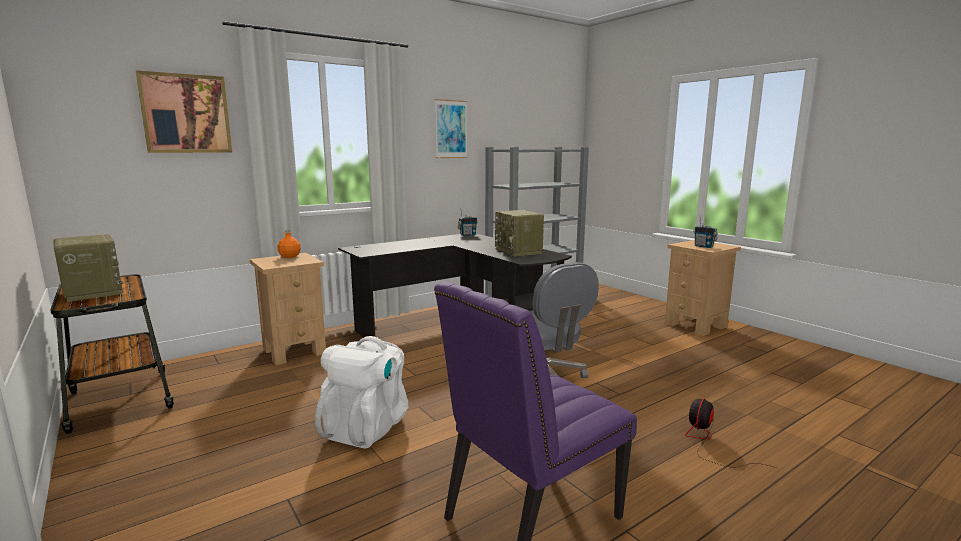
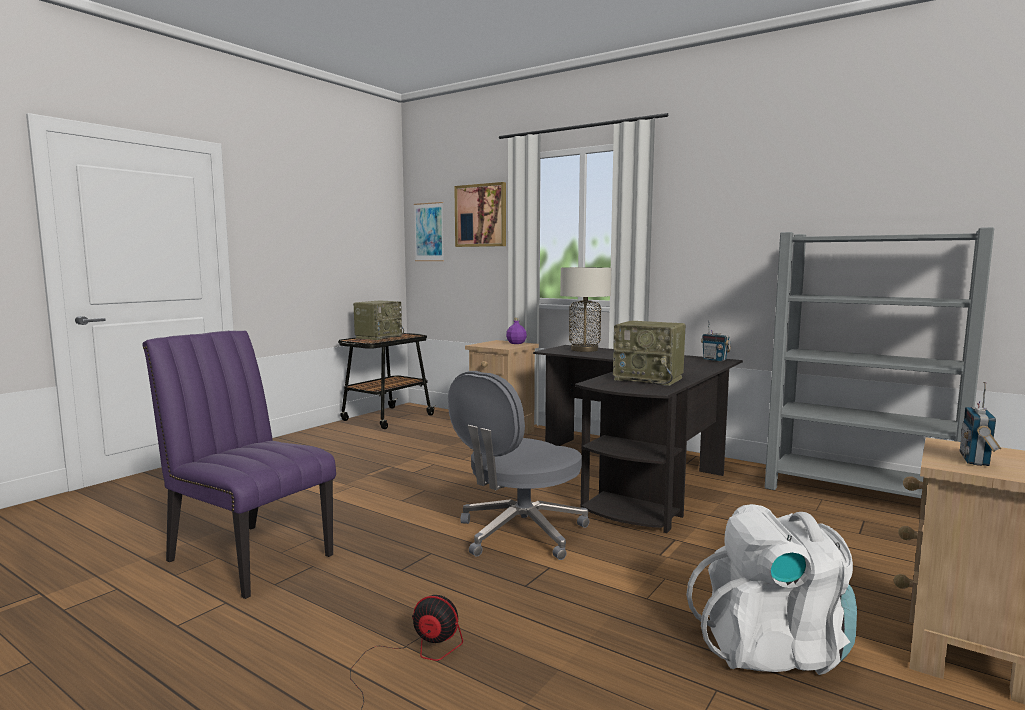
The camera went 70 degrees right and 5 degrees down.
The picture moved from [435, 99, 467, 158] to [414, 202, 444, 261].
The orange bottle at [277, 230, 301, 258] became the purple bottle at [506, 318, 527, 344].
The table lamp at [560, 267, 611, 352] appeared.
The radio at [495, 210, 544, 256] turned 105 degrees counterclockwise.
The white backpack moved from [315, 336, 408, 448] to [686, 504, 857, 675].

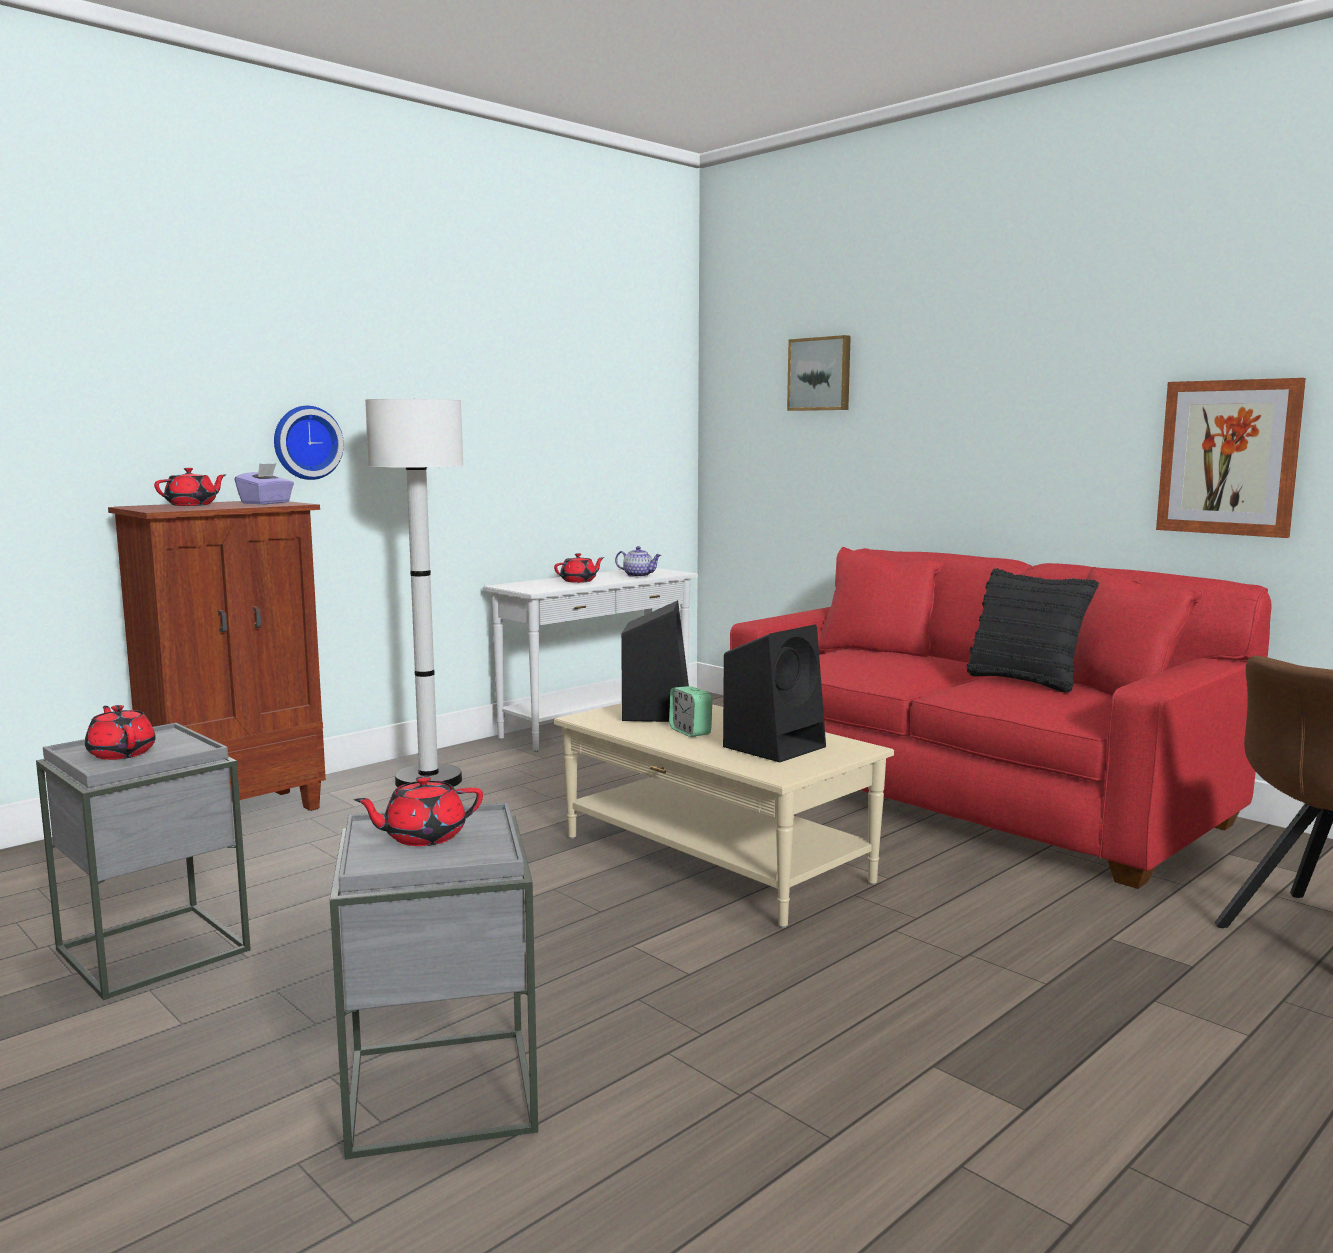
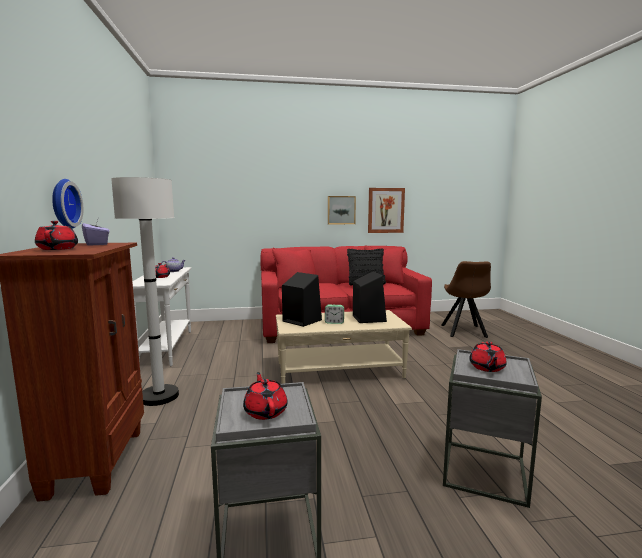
The camera went 55 degrees left and 0 degrees up.
The red teapot at [85, 705, 156, 760] turned 75 degrees clockwise.
The picture moved from [787, 335, 851, 411] to [328, 196, 356, 224].

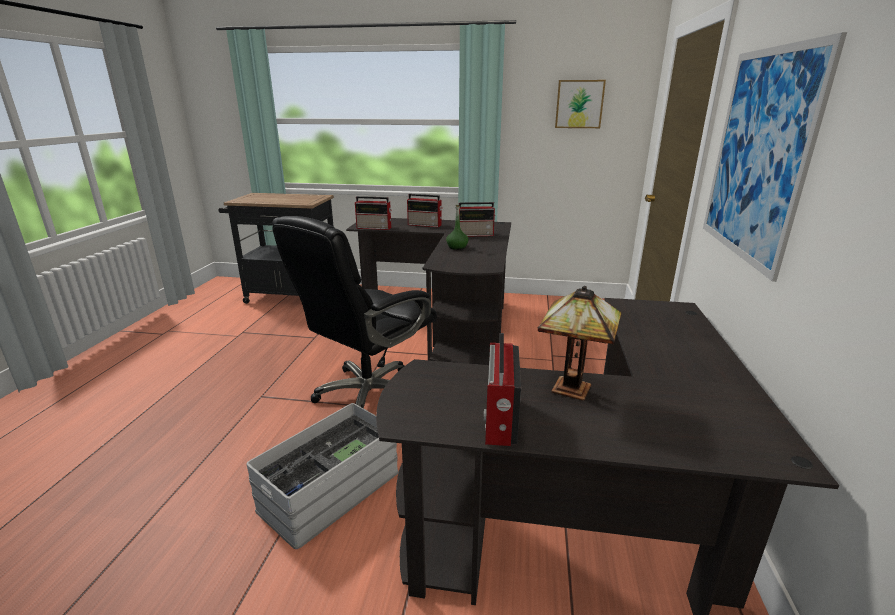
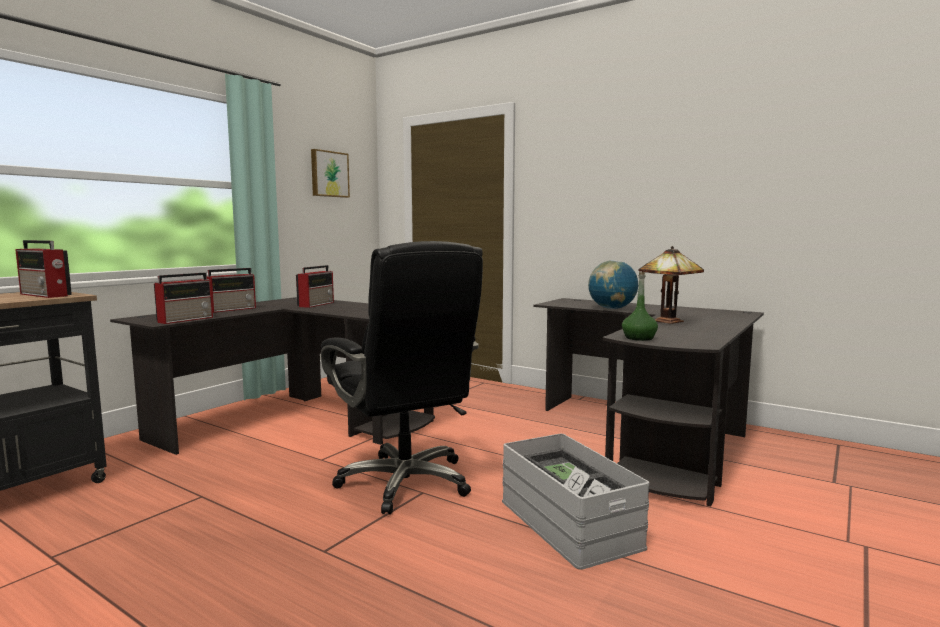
The camera went 65 degrees left and 15 degrees down.
The radio moved from [484, 333, 521, 446] to [15, 240, 72, 298].
The globe at [588, 260, 638, 309] appeared.
The green bottle moved from [446, 205, 469, 250] to [622, 272, 658, 341].
The picture at [703, 32, 847, 282] disappeared.

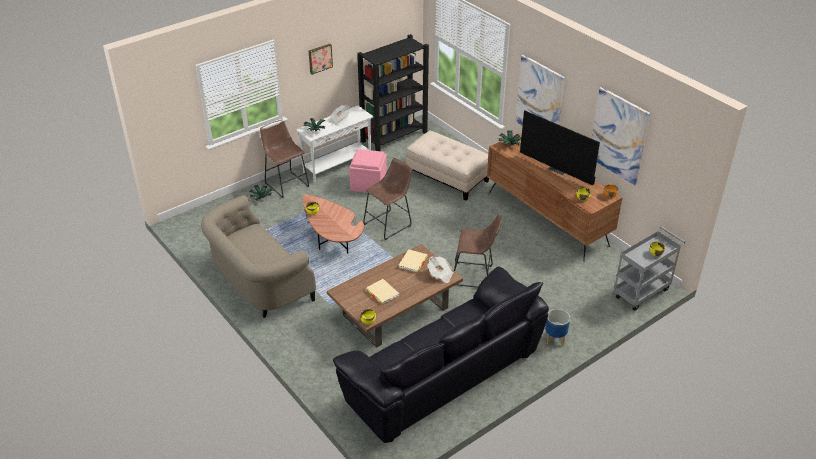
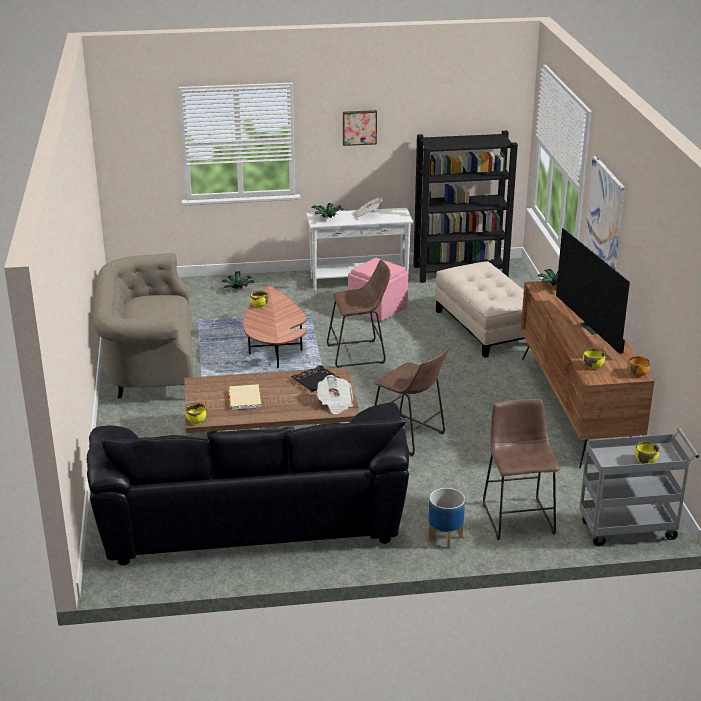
The camera went 30 degrees right and 10 degrees down.
The beige book at [399, 249, 428, 272] was replaced by the black tray at [291, 365, 340, 392].
The brown stool moved from [260, 119, 309, 199] to [483, 399, 560, 540].
The picture at [592, 87, 650, 185] disappeared.

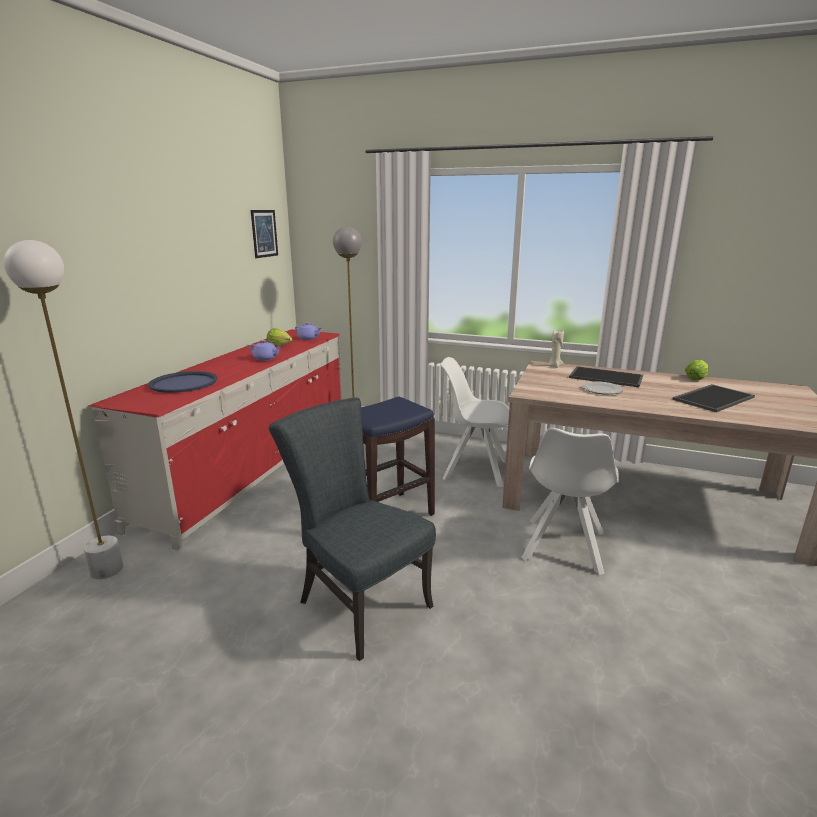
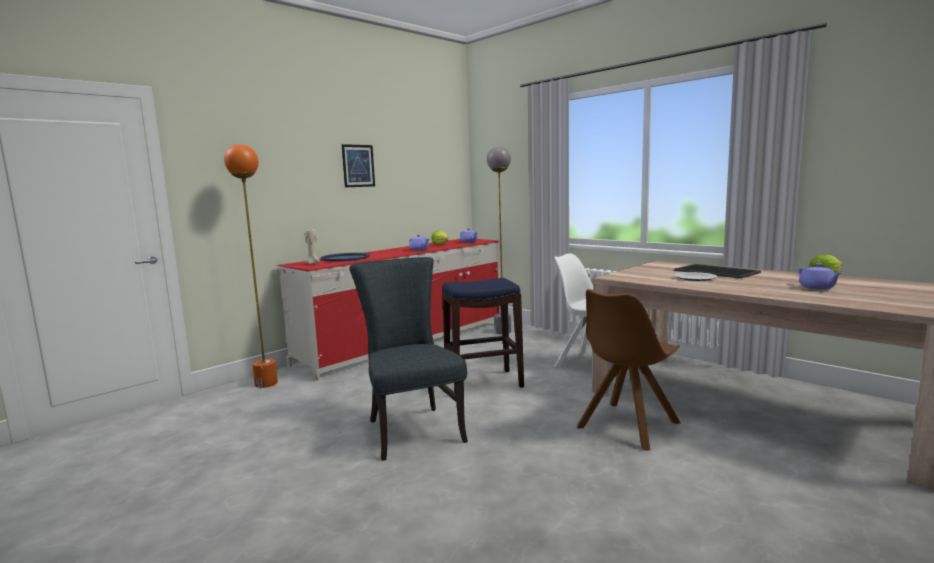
The camera went 25 degrees right and 10 degrees down.
The white floor lamp at [3, 240, 123, 579] became the orange floor lamp at [224, 144, 278, 388].
The beige candle moved from [547, 330, 564, 368] to [305, 229, 320, 264].
The picture moved from [251, 210, 278, 258] to [341, 144, 375, 187].
The white chair at [521, 428, 619, 575] became the brown chair at [577, 289, 680, 450].
The tray at [672, 384, 755, 412] was replaced by the purple teapot at [799, 263, 841, 290].

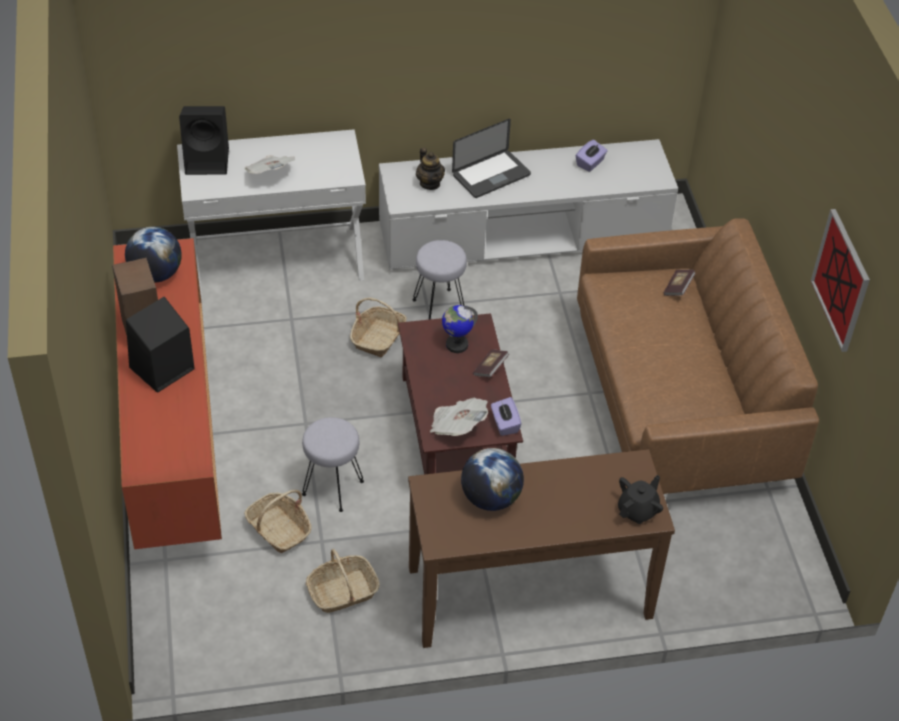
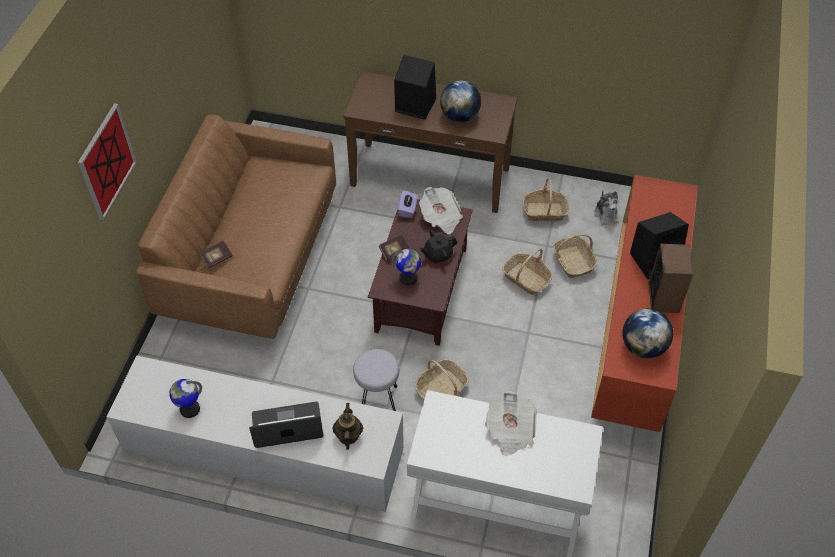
The camera went 155 degrees left and 5 degrees up.
The picture moved from [811, 209, 870, 352] to [78, 103, 137, 220].
The purple tissue box at [576, 140, 608, 172] was replaced by the globe at [169, 379, 202, 418].
The black speaker moved from [179, 106, 229, 175] to [394, 55, 436, 120].
The black teapot moved from [618, 475, 663, 524] to [420, 229, 457, 264].
The grey stool at [302, 417, 364, 512] was replaced by the basket at [502, 248, 552, 295].
The plush toy at [594, 190, 619, 225] appeared.

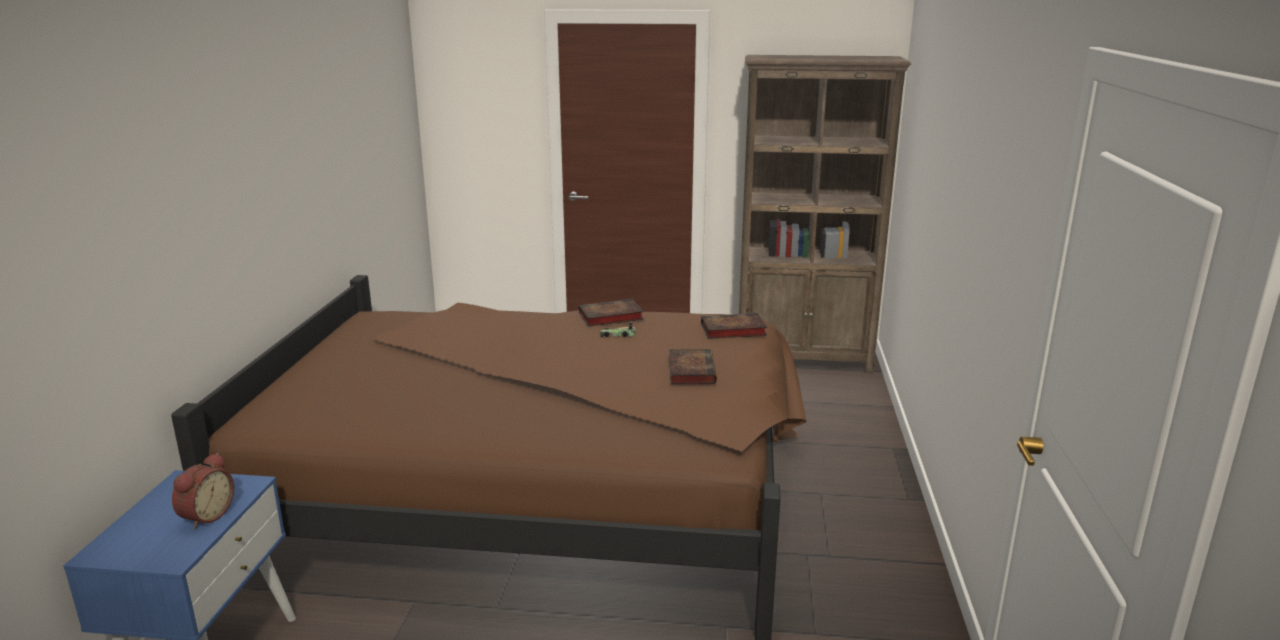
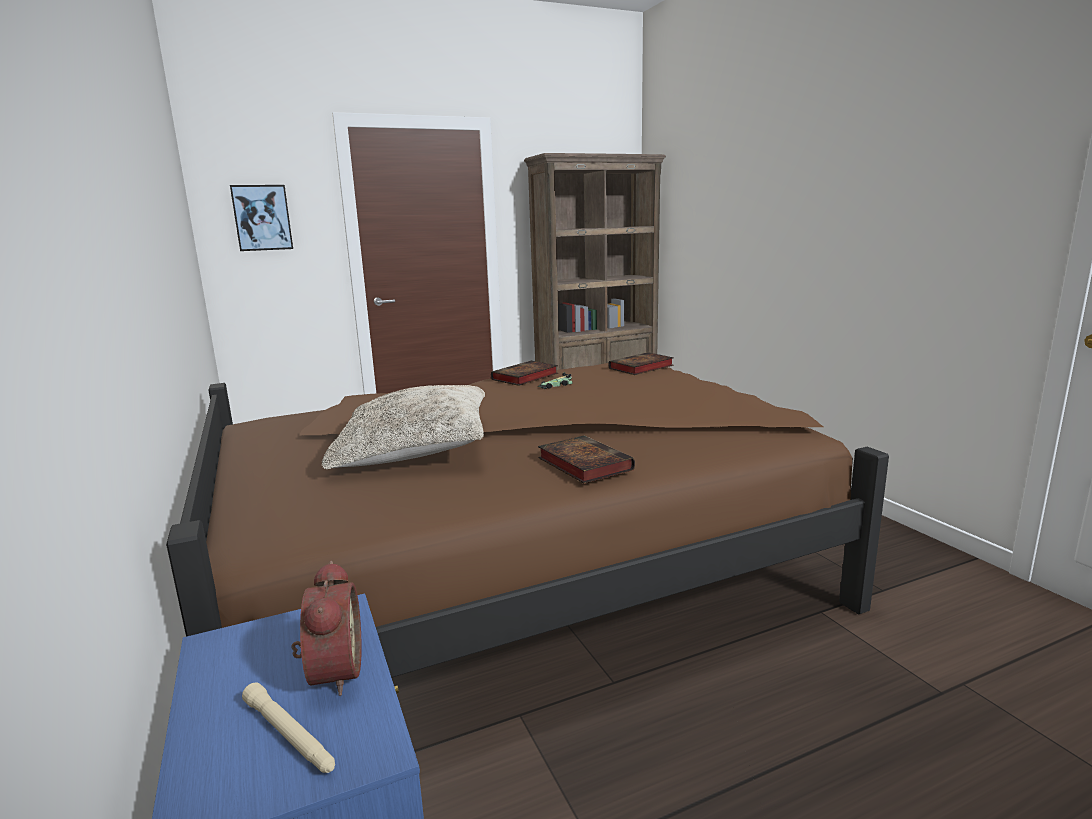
The camera went 30 degrees left and 5 degrees down.
The picture at [230, 185, 293, 251] appeared.
The beige flashlight at [242, 682, 335, 773] appeared.
The beige pillow at [322, 385, 485, 469] appeared.
The book moved from [669, 349, 717, 384] to [538, 436, 635, 484].

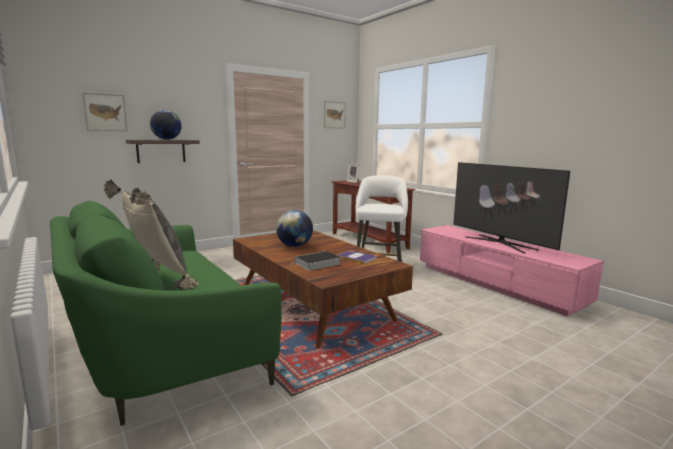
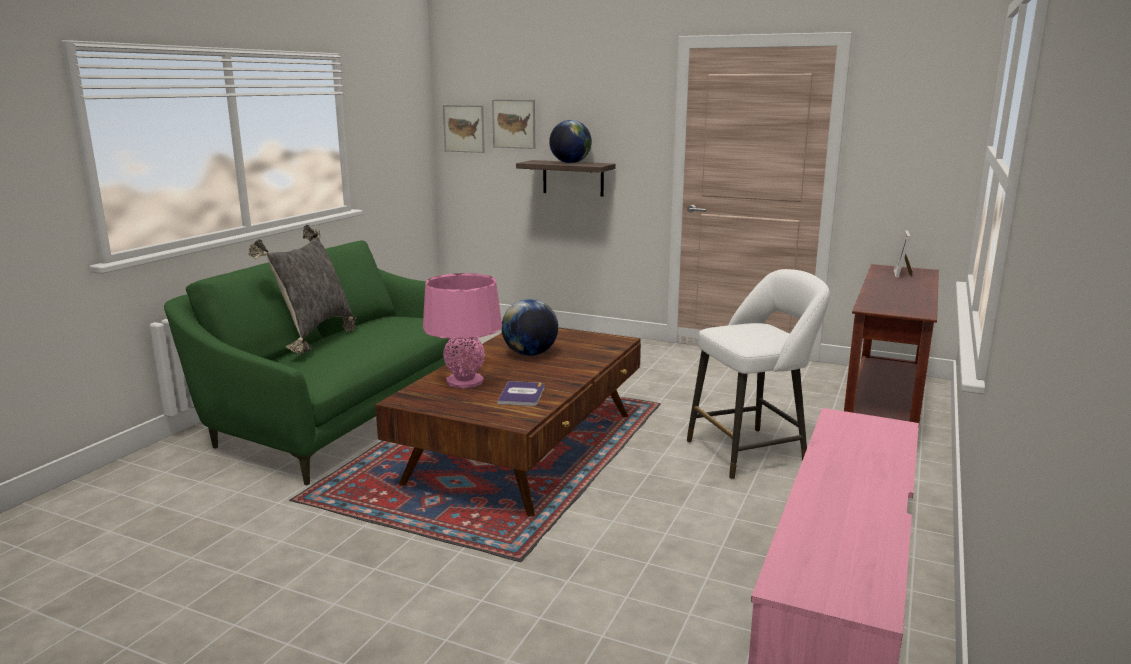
The camera went 60 degrees right and 5 degrees up.
The book at [292, 251, 341, 271] was replaced by the pink table lamp at [423, 273, 502, 388].
The picture moved from [324, 101, 346, 129] to [443, 105, 485, 153].
The television at [454, 162, 570, 254] disappeared.

